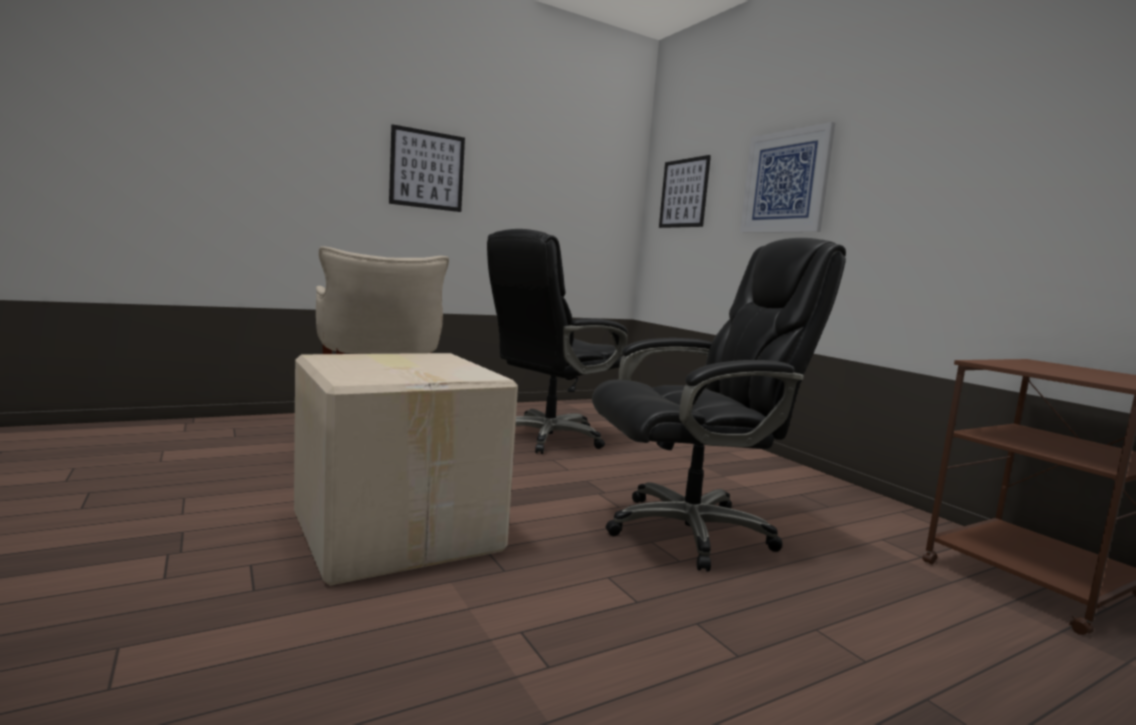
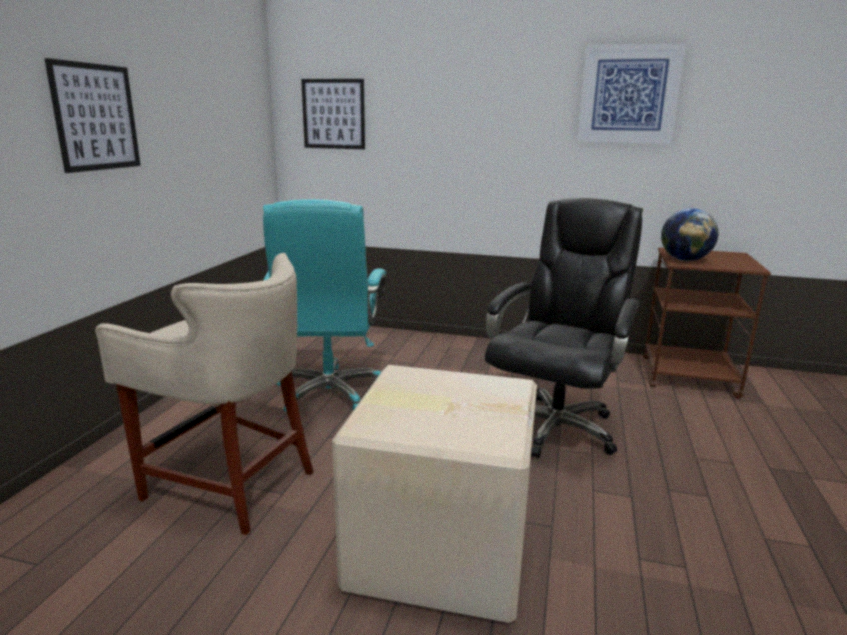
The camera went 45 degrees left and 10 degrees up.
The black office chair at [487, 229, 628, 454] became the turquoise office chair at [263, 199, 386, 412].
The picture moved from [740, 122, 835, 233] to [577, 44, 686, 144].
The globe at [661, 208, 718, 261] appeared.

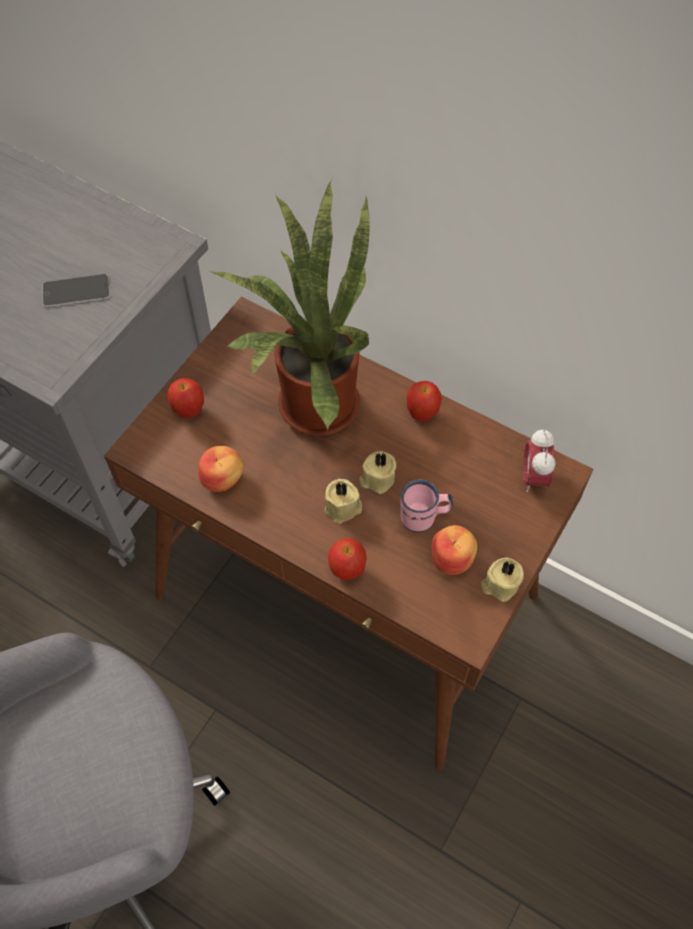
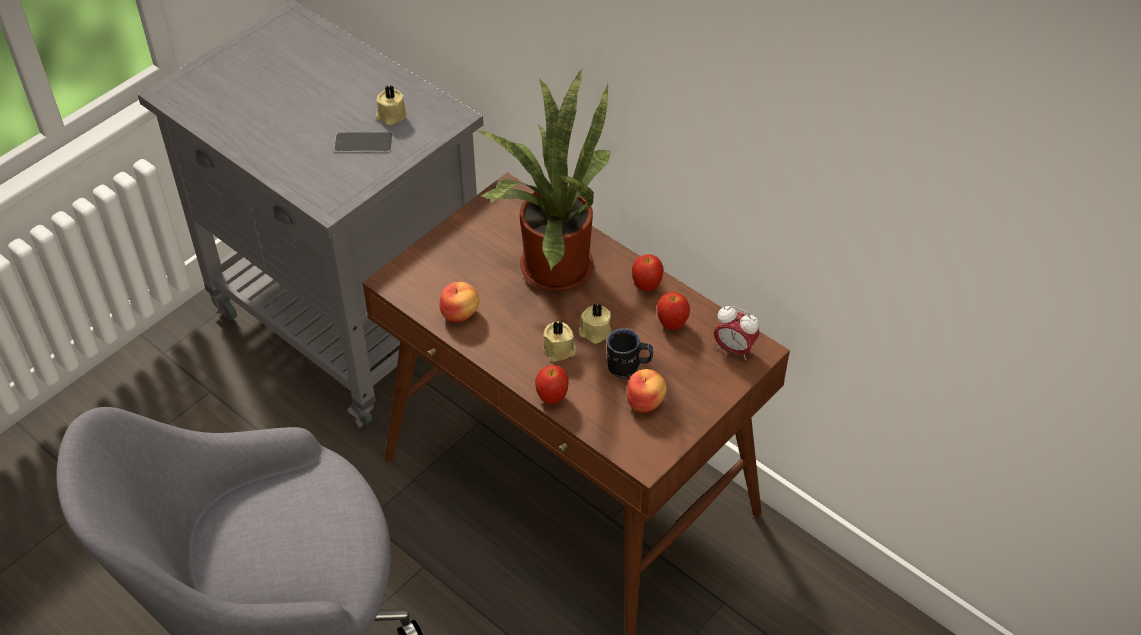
The camera went 10 degrees right and 10 degrees down.
The beige candle moved from [481, 557, 524, 602] to [376, 86, 407, 125].
The pink mug at [401, 479, 453, 532] became the black mug at [607, 328, 653, 378].
The apple moved from [167, 378, 204, 418] to [657, 292, 690, 330].
The alarm clock at [523, 429, 555, 492] turned 75 degrees counterclockwise.

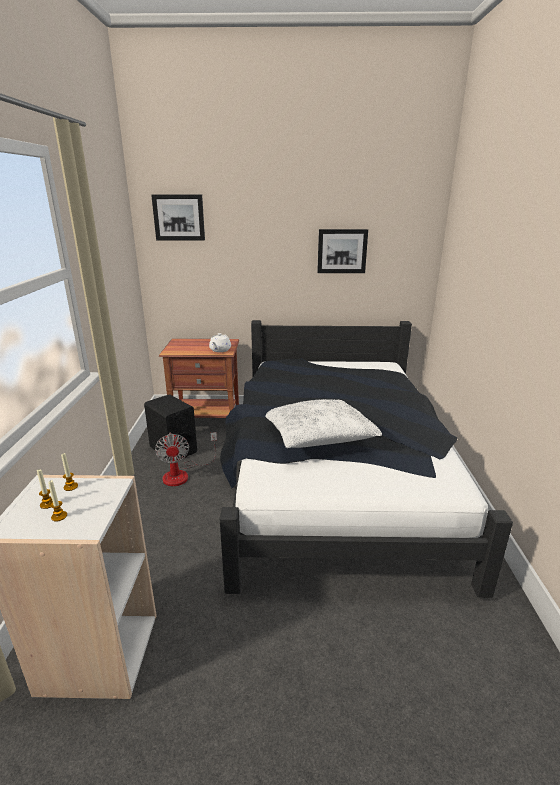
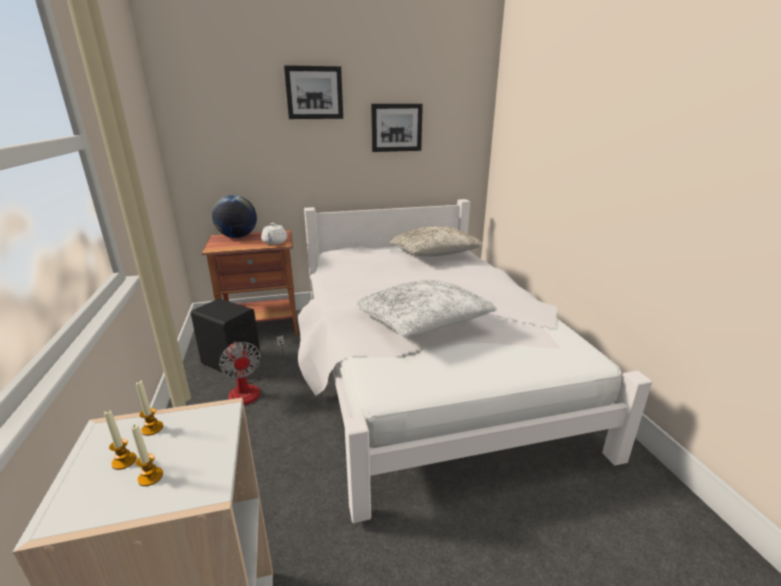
The camera went 15 degrees left and 0 degrees up.
The globe at [212, 195, 257, 238] appeared.
The picture moved from [151, 194, 205, 241] to [284, 65, 343, 119].
The black bed at [220, 320, 513, 598] became the white bed at [298, 199, 652, 523].
The beige pillow at [390, 226, 483, 257] appeared.

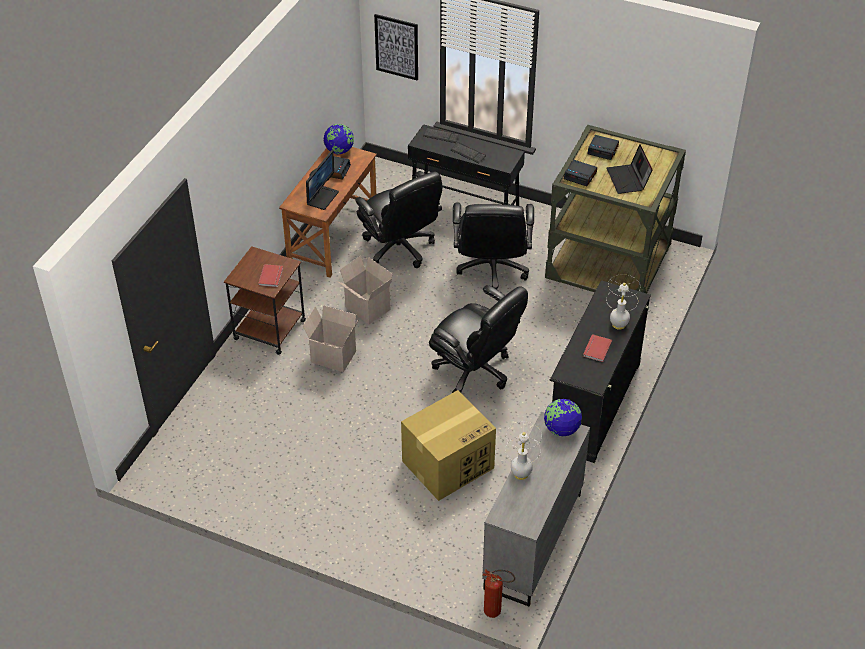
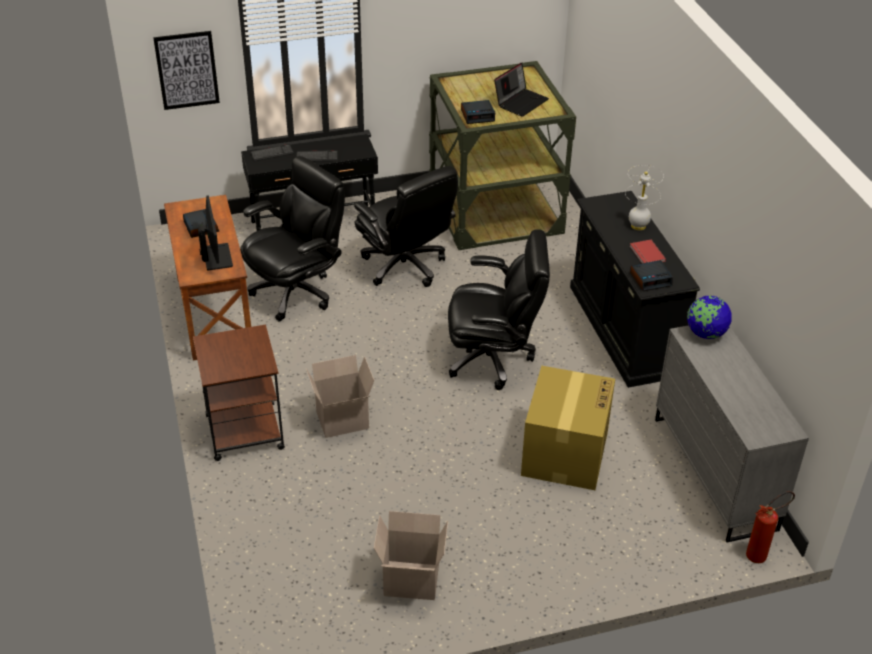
The camera went 40 degrees left and 5 degrees down.
The black office chair at [355, 171, 442, 268] turned 60 degrees counterclockwise.
The cardboard box moved from [337, 256, 393, 324] to [374, 511, 448, 600].
The laptop at [607, 144, 653, 194] turned 90 degrees counterclockwise.
The alarm clock moved from [587, 135, 619, 160] to [630, 260, 673, 291].
The red book at [258, 264, 283, 287] disappeared.
The globe at [324, 124, 354, 154] disappeared.
The white table lamp at [505, 422, 542, 480] disappeared.

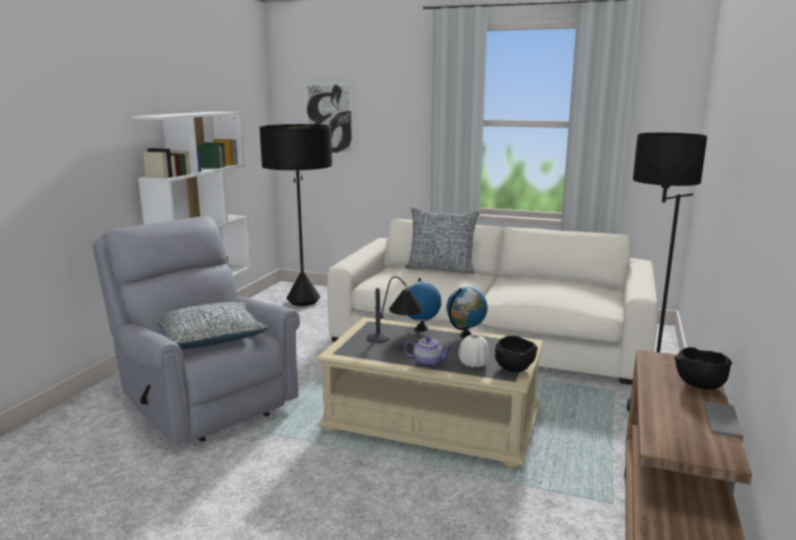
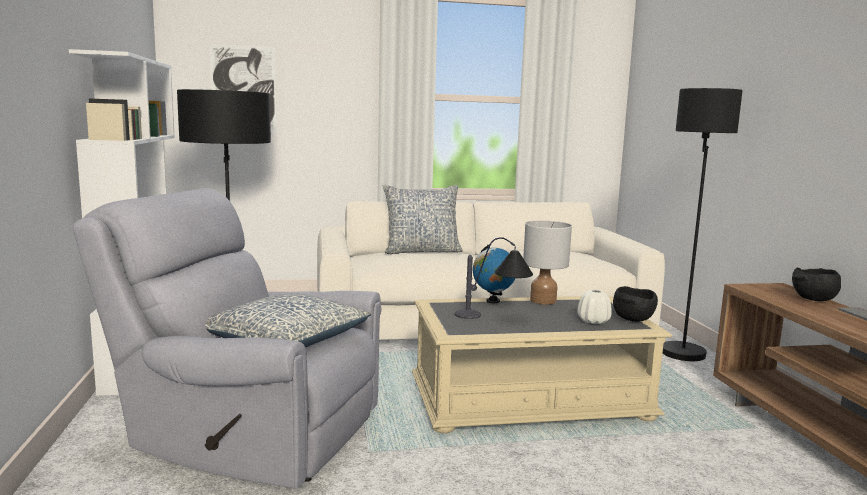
The camera went 30 degrees left and 5 degrees down.
The globe at [447, 287, 488, 338] was replaced by the grey table lamp at [523, 220, 572, 305].
The teapot at [404, 336, 453, 367] disappeared.

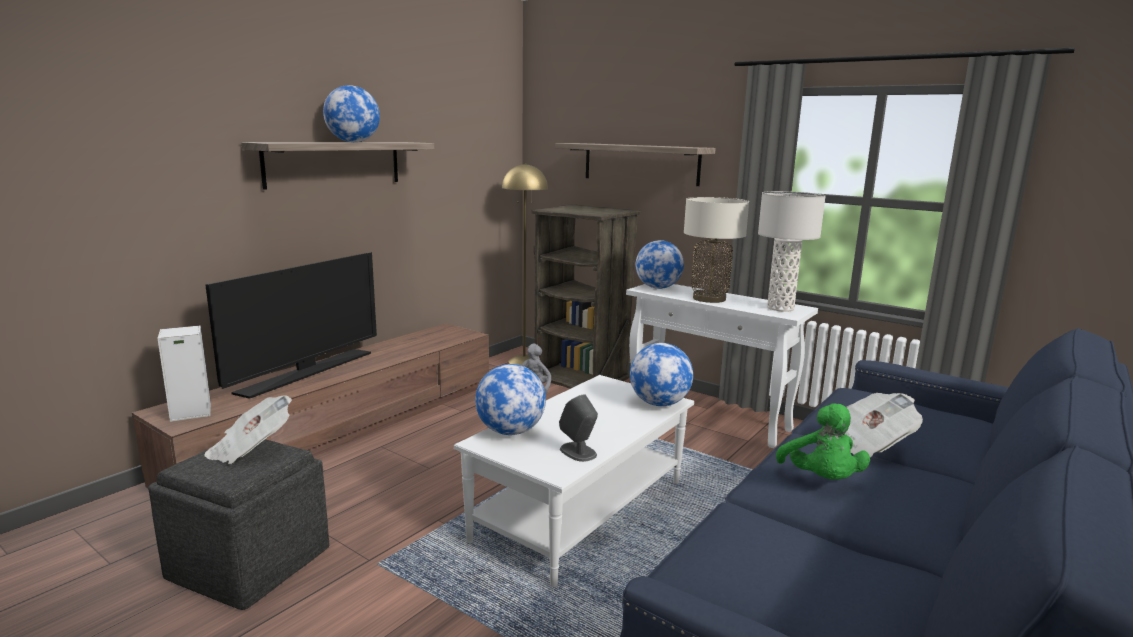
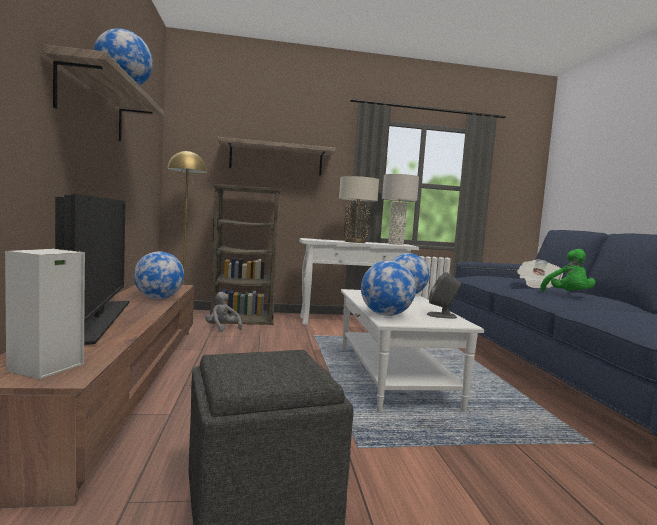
The camera went 45 degrees left and 10 degrees down.
The globe moved from [636, 240, 684, 289] to [133, 251, 184, 299].
The green plush toy at [776, 404, 870, 479] turned 45 degrees clockwise.
The newspaper at [205, 395, 292, 464] disappeared.

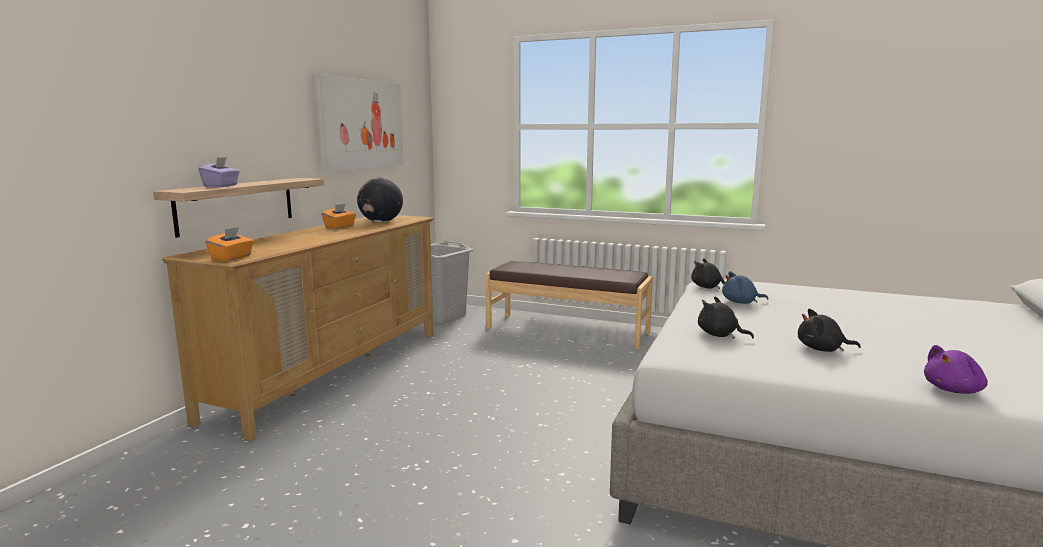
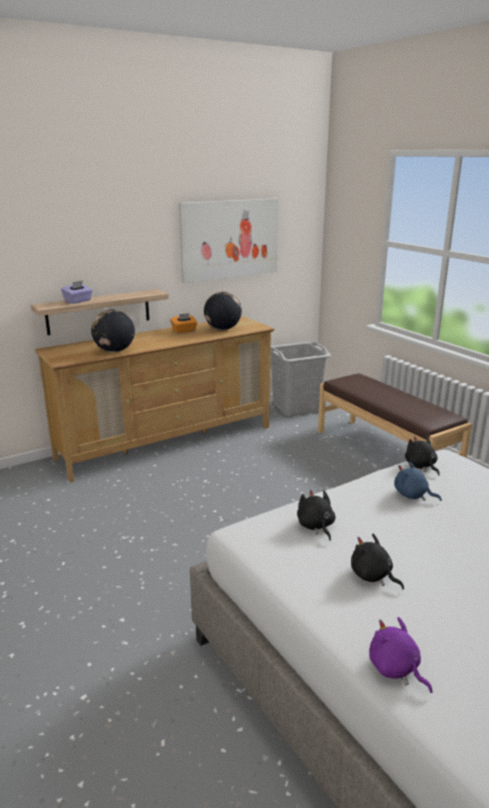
The camera went 35 degrees right and 10 degrees up.
The globe at [91, 309, 135, 352] appeared.
The purple plush toy at [924, 345, 988, 394] turned 45 degrees clockwise.
The orange tissue box at [206, 227, 254, 261] disappeared.

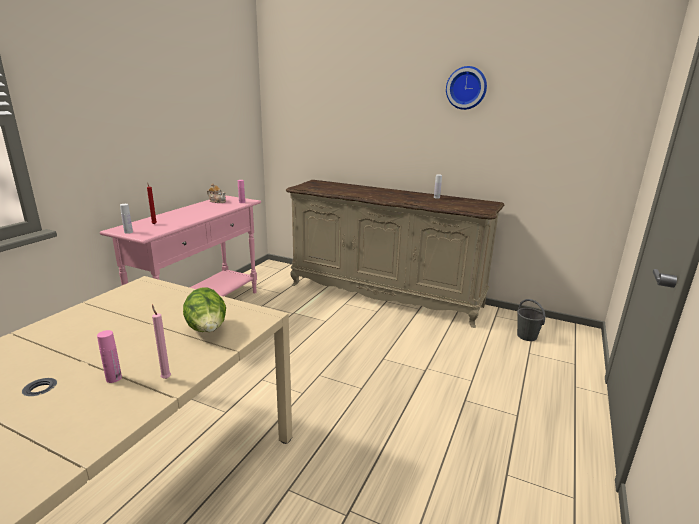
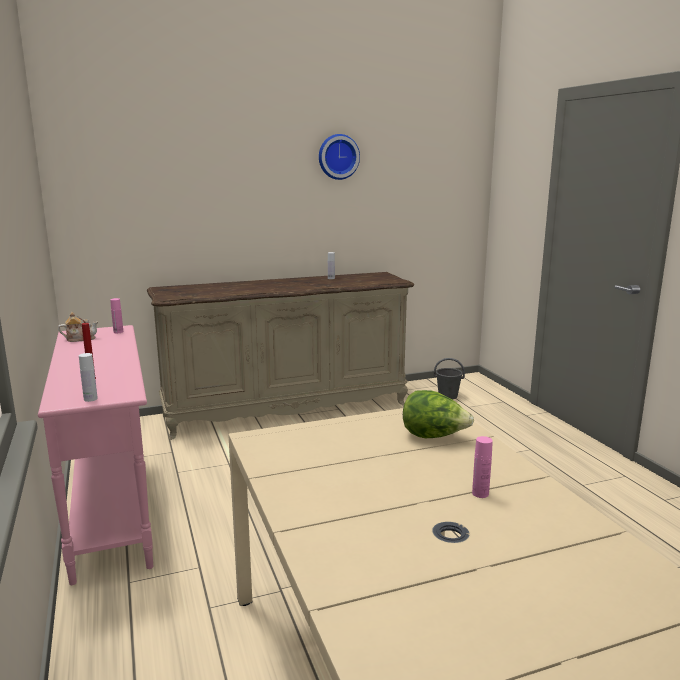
The camera went 45 degrees left and 5 degrees down.
The pink candle at [152, 305, 171, 379] disappeared.

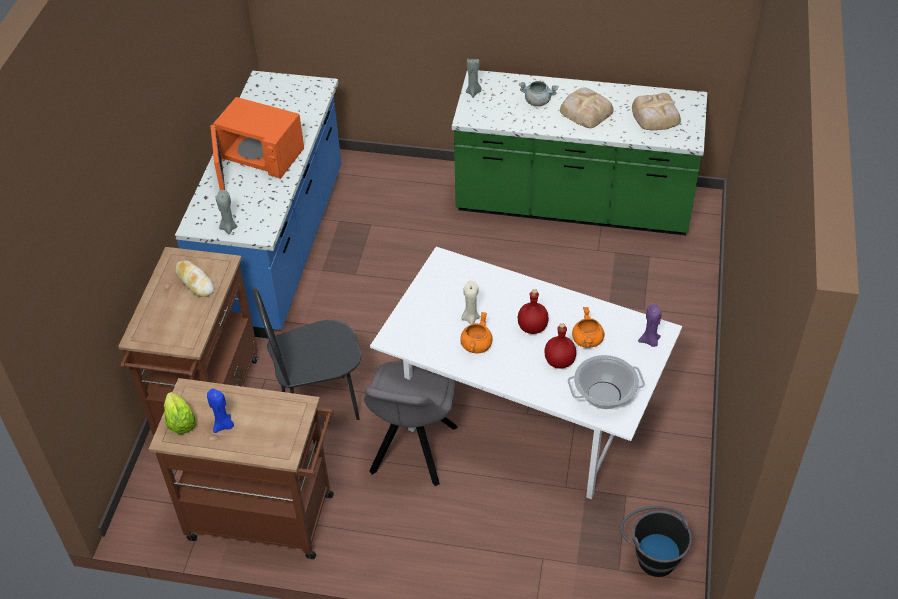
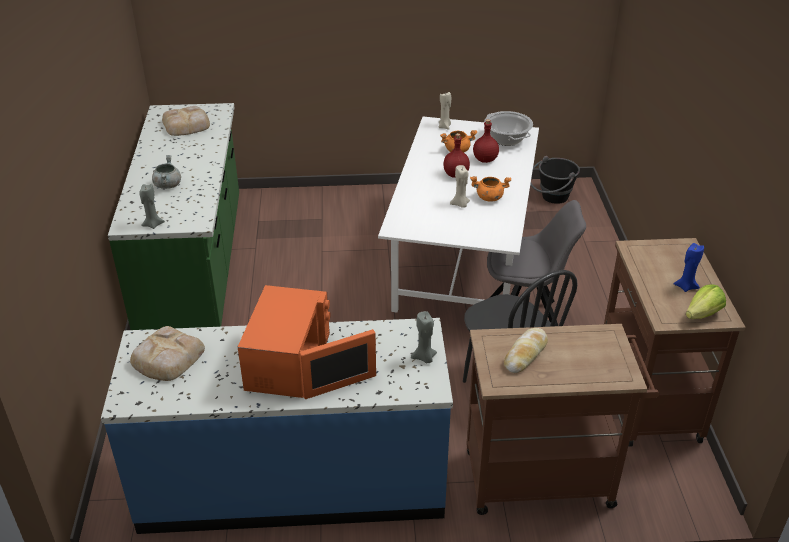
The camera went 105 degrees left and 10 degrees down.
The bread moved from [560, 87, 614, 128] to [130, 326, 205, 381].
The purple candle at [638, 304, 662, 347] became the beige candle at [439, 92, 451, 130].

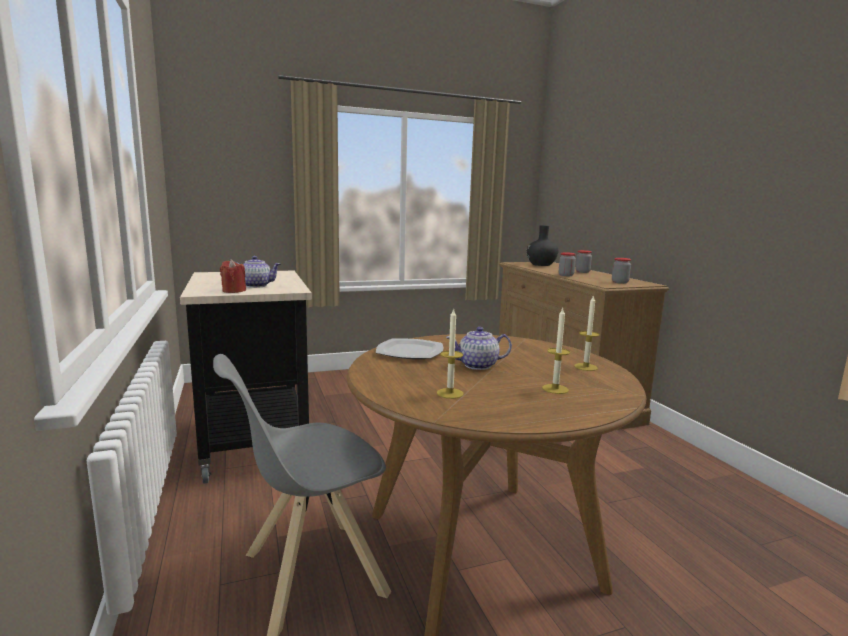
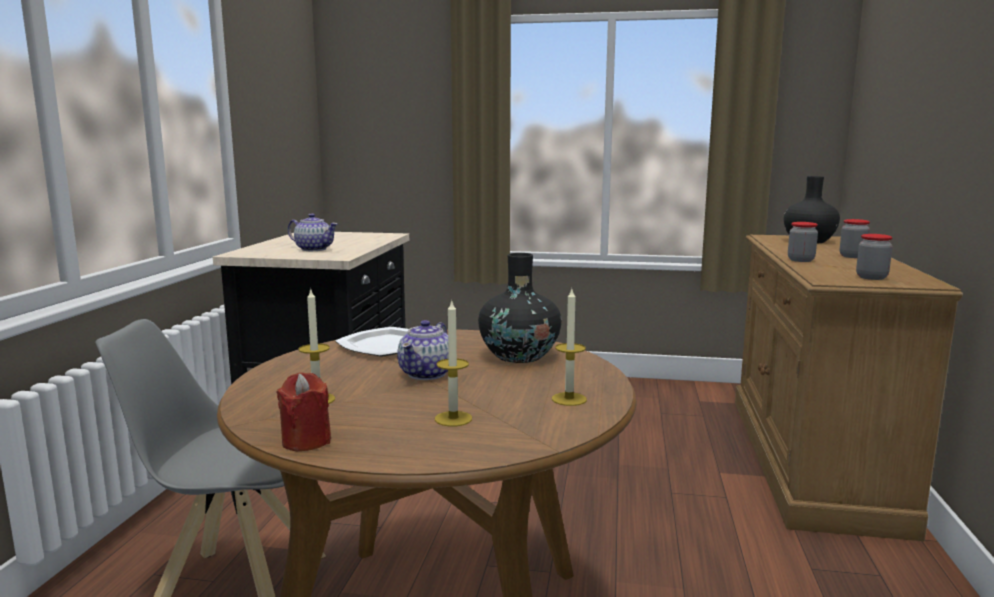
The camera went 30 degrees right and 0 degrees up.
The red candle moved from [220, 259, 246, 293] to [276, 372, 331, 451].
The teapot at [446, 327, 512, 370] turned 90 degrees counterclockwise.
The black vase at [478, 253, 561, 363] appeared.

